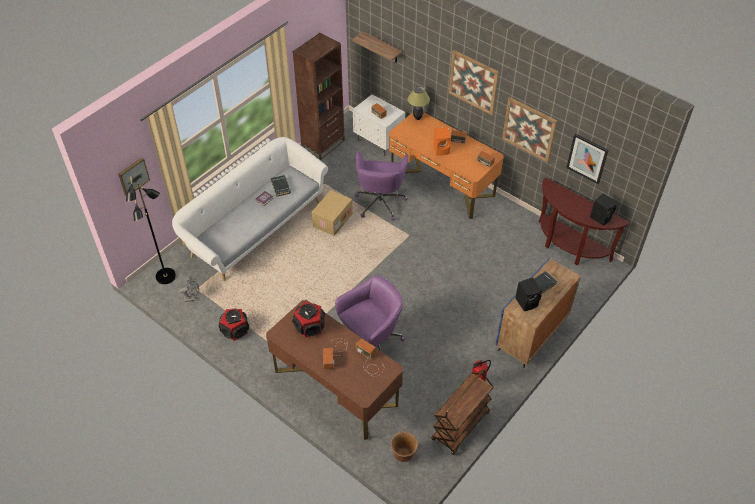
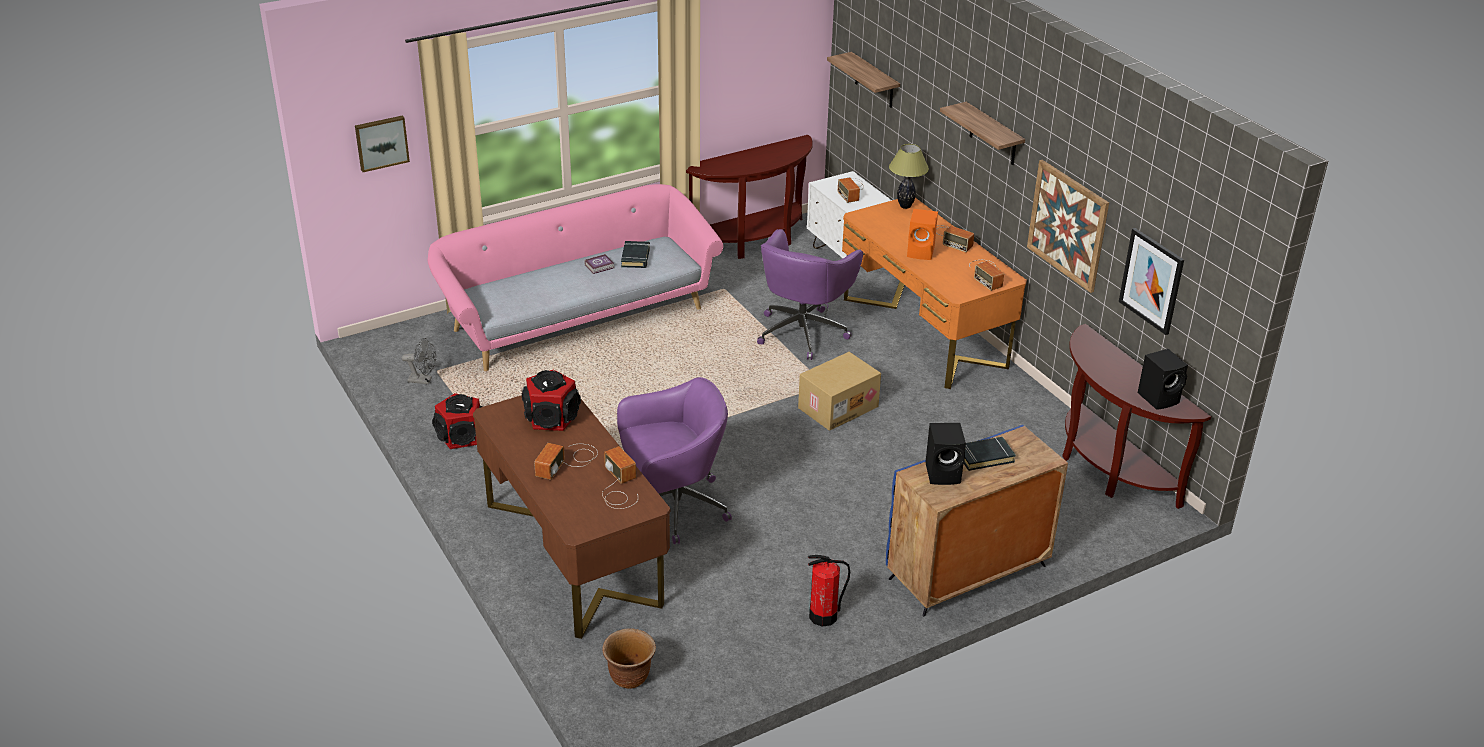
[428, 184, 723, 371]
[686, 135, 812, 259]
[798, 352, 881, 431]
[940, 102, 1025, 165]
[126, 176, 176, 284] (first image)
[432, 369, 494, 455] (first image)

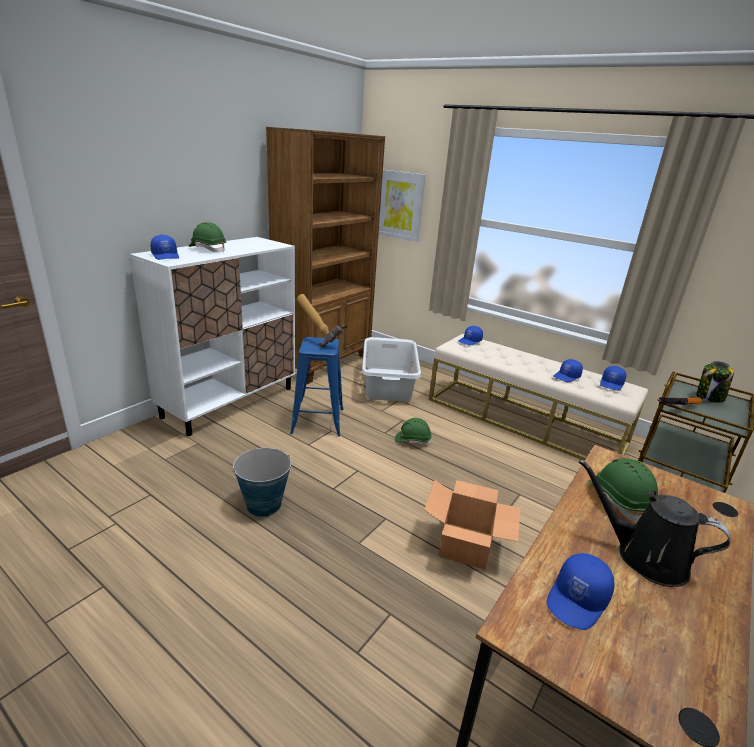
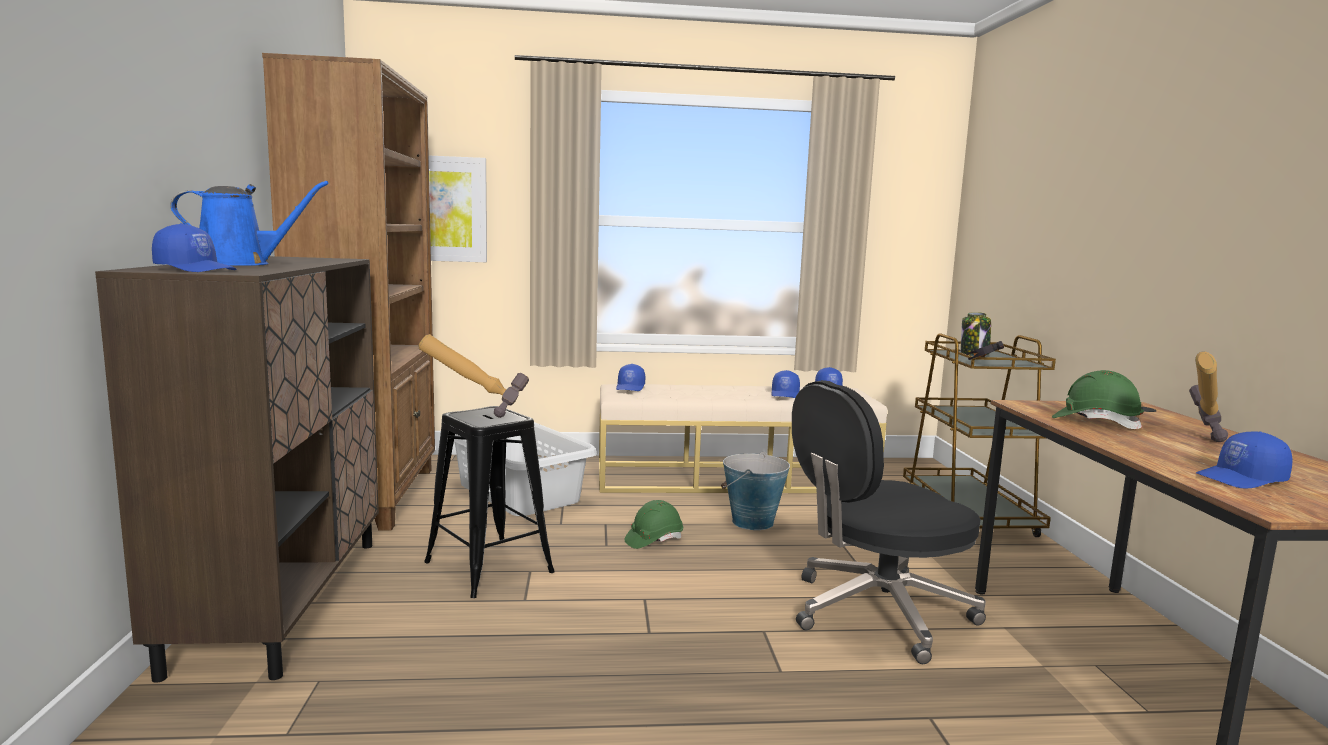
[95, 256, 379, 683]
[170, 181, 329, 266]
[424, 406, 555, 598]
[721, 452, 790, 530]
[792, 380, 986, 664]
[1189, 351, 1228, 442]
[1196, 431, 1292, 489]

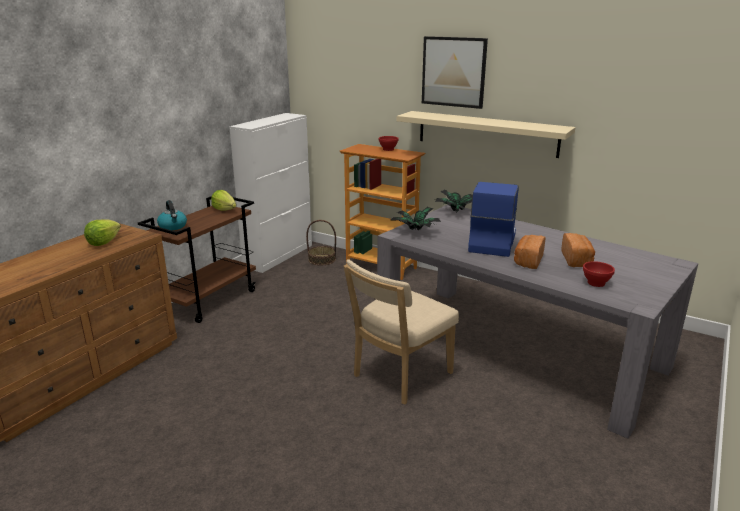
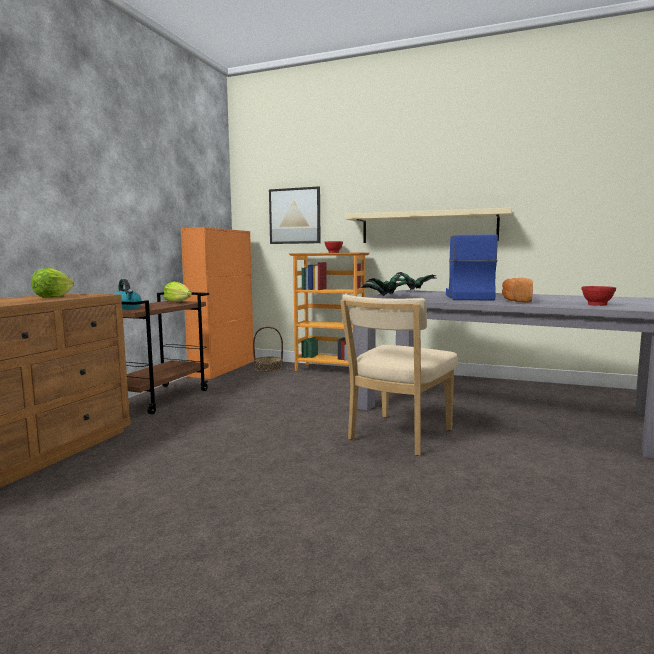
[181, 227, 254, 379]
[269, 186, 321, 244]
[561, 233, 595, 267] (first image)

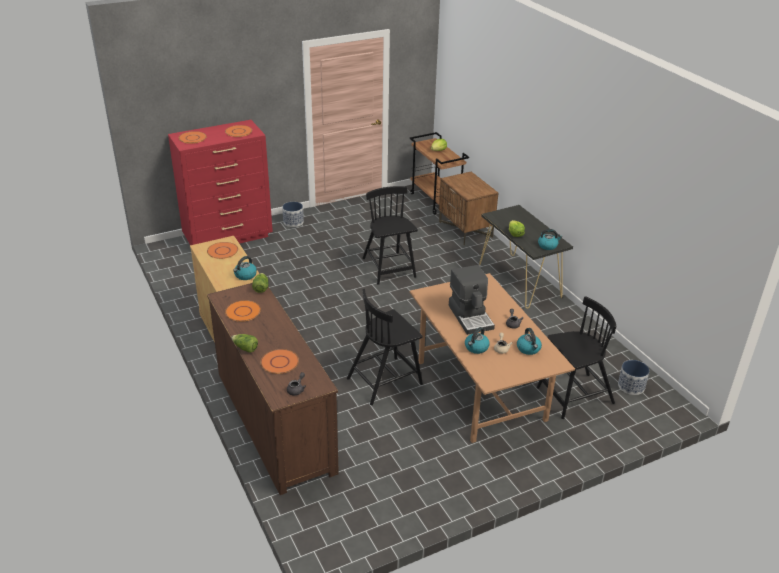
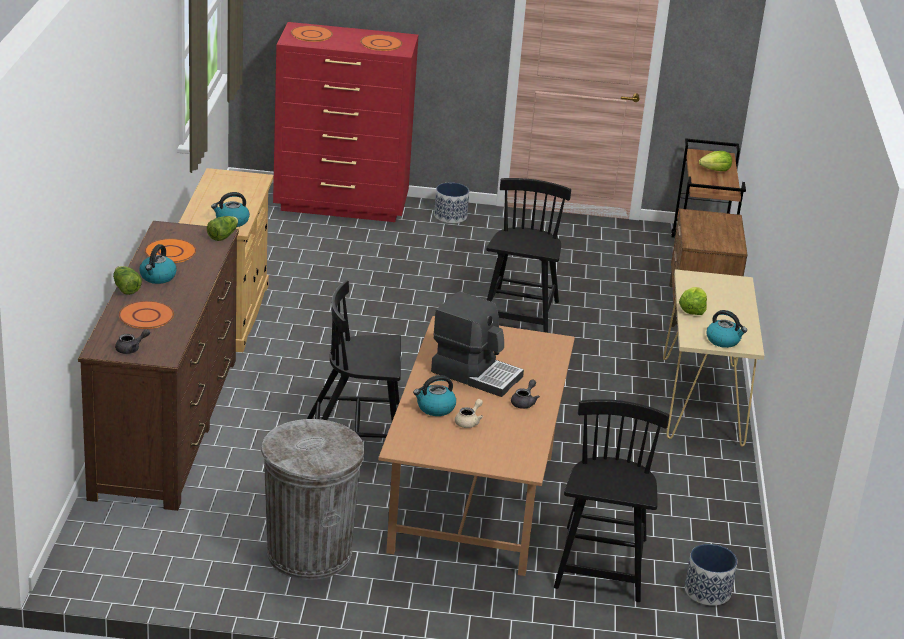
[139, 244, 177, 284]
[260, 419, 365, 580]
[431, 291, 524, 397]
[554, 399, 669, 602]
[663, 269, 764, 447]
[207, 242, 238, 259] (first image)

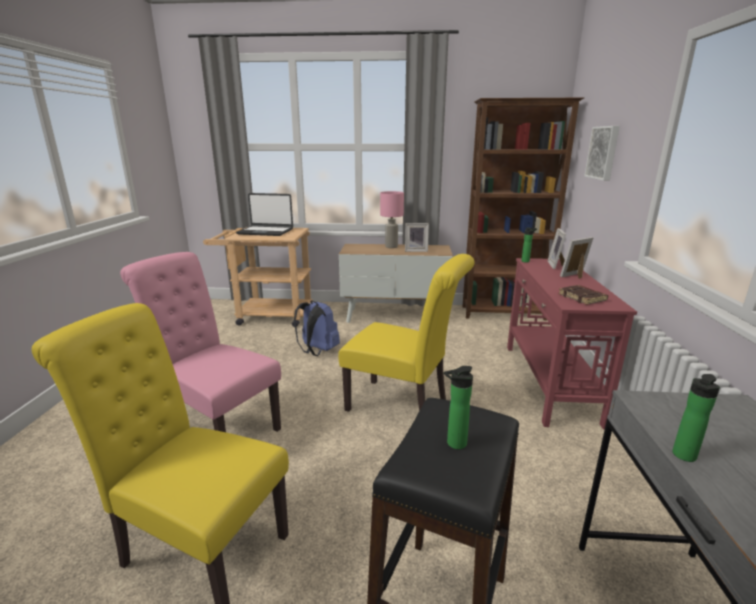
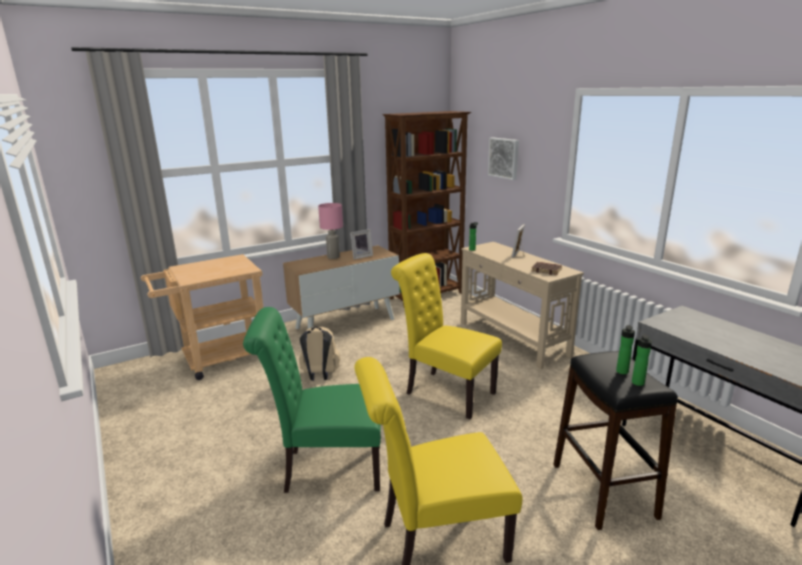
[243, 307, 381, 493]
[299, 327, 340, 381]
[391, 253, 502, 419]
[461, 242, 584, 369]
[632, 334, 652, 386]
[236, 193, 293, 236] (first image)
[548, 228, 566, 269] (first image)

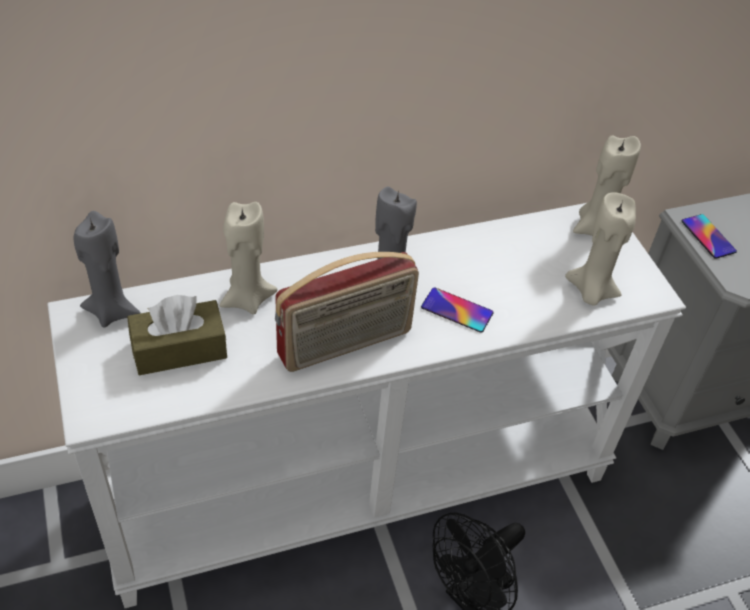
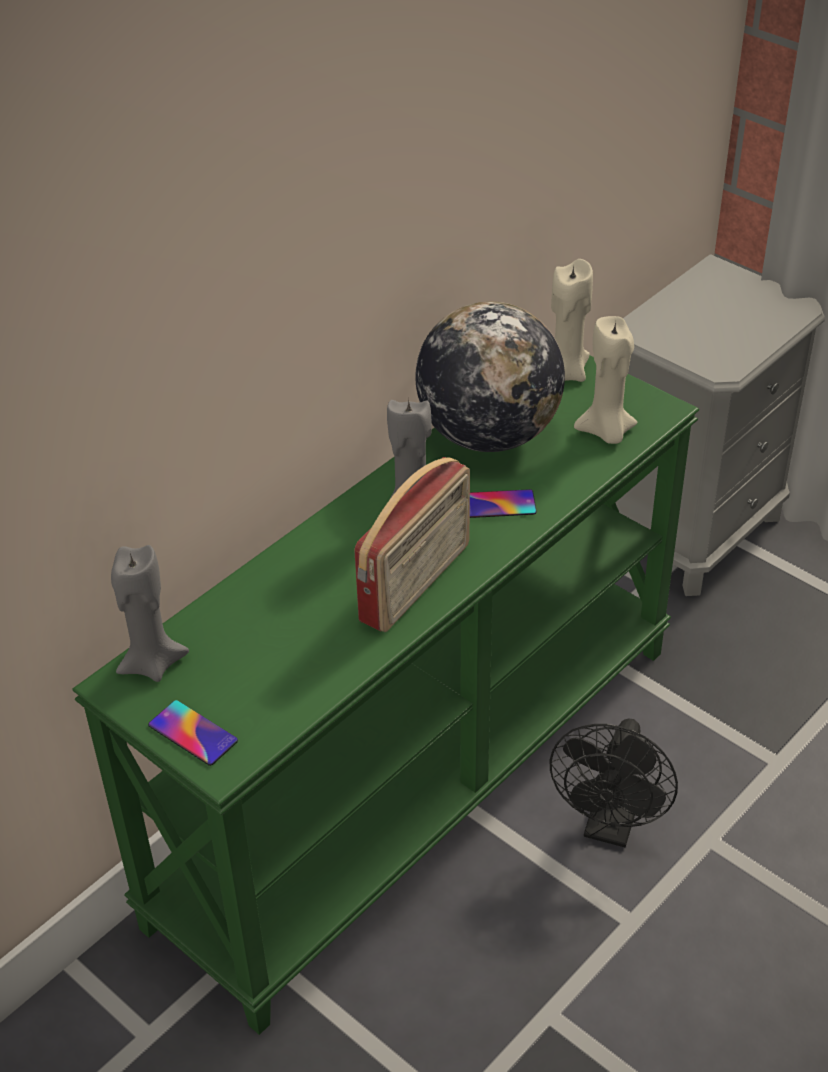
[72, 355, 699, 1035]
[148, 700, 238, 766]
[416, 301, 565, 452]
[127, 295, 227, 375] (first image)
[219, 202, 278, 315] (first image)

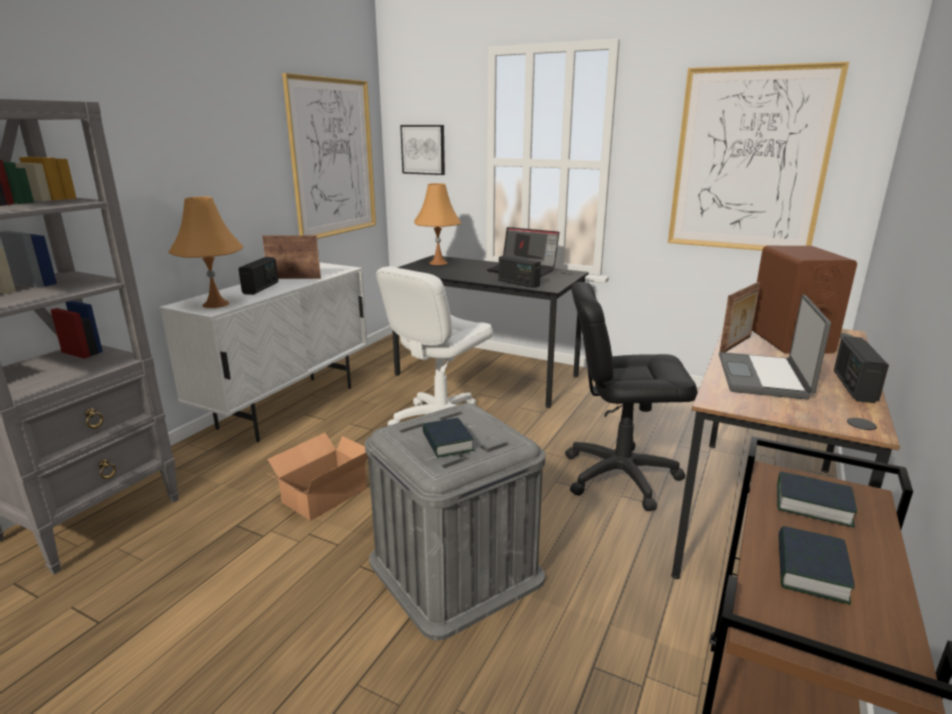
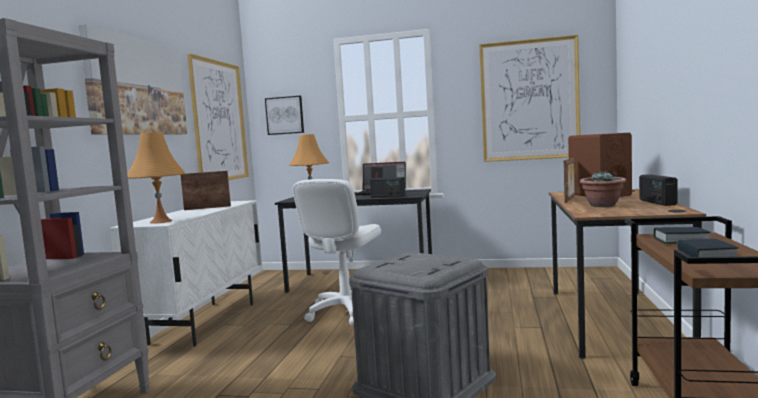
[78, 24, 187, 135]
[580, 171, 626, 207]
[238, 257, 278, 295] (first image)
[267, 433, 368, 521] (first image)
[423, 418, 474, 458] (first image)
[565, 282, 697, 511] (first image)

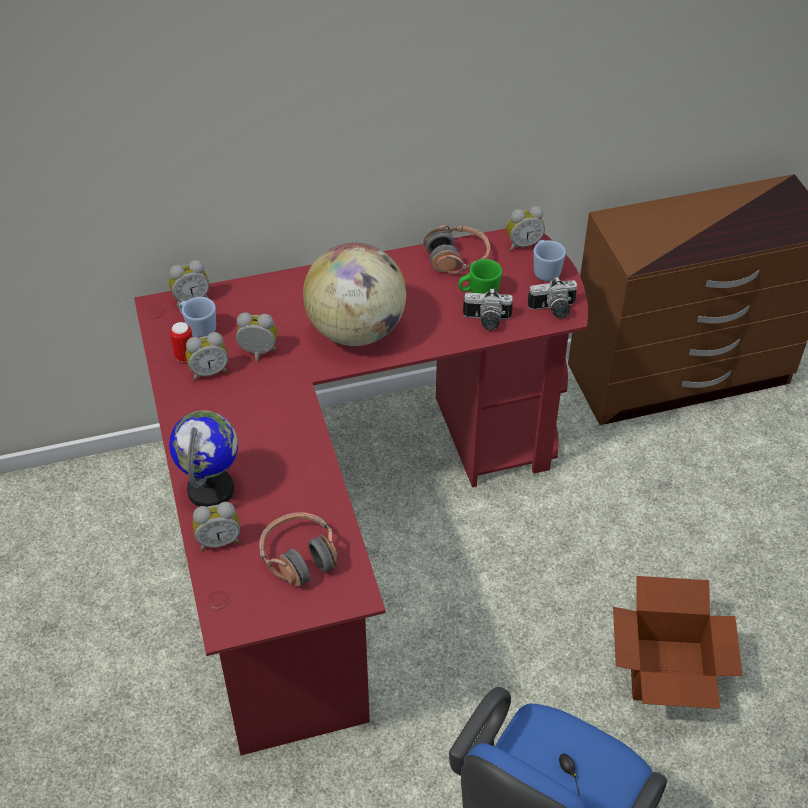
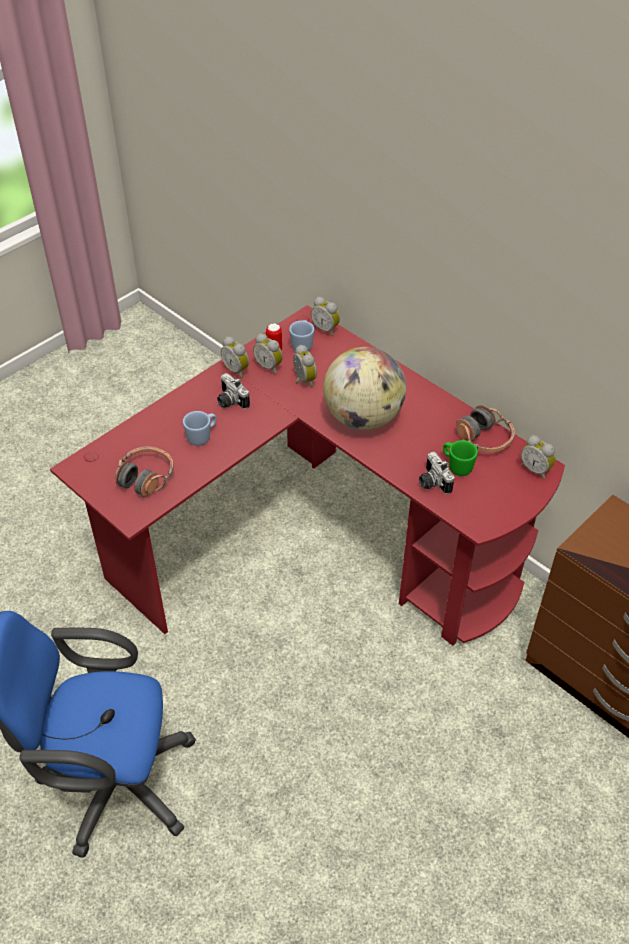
[183, 411, 216, 446]
[217, 373, 250, 409]
[221, 337, 249, 379]
[169, 410, 238, 507] (first image)
[613, 576, 743, 709] (first image)

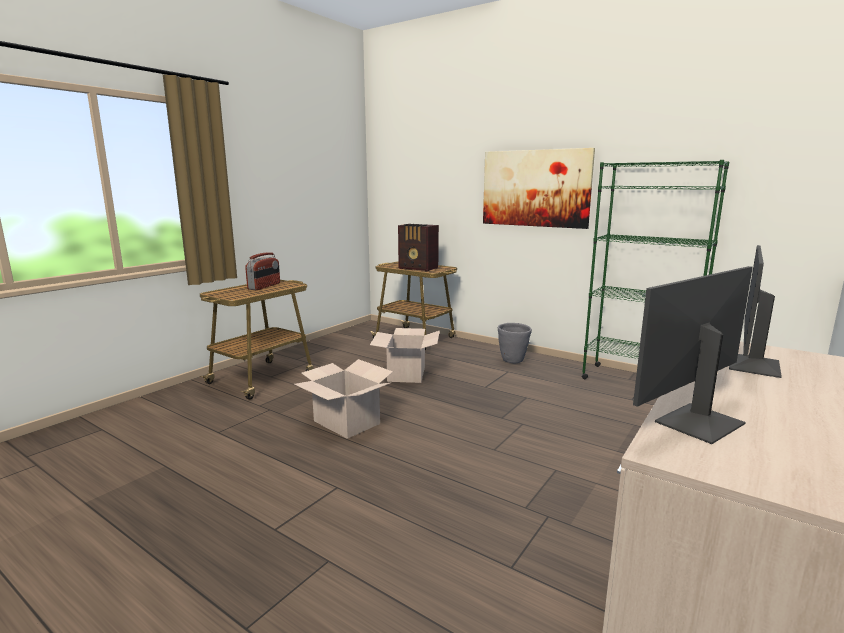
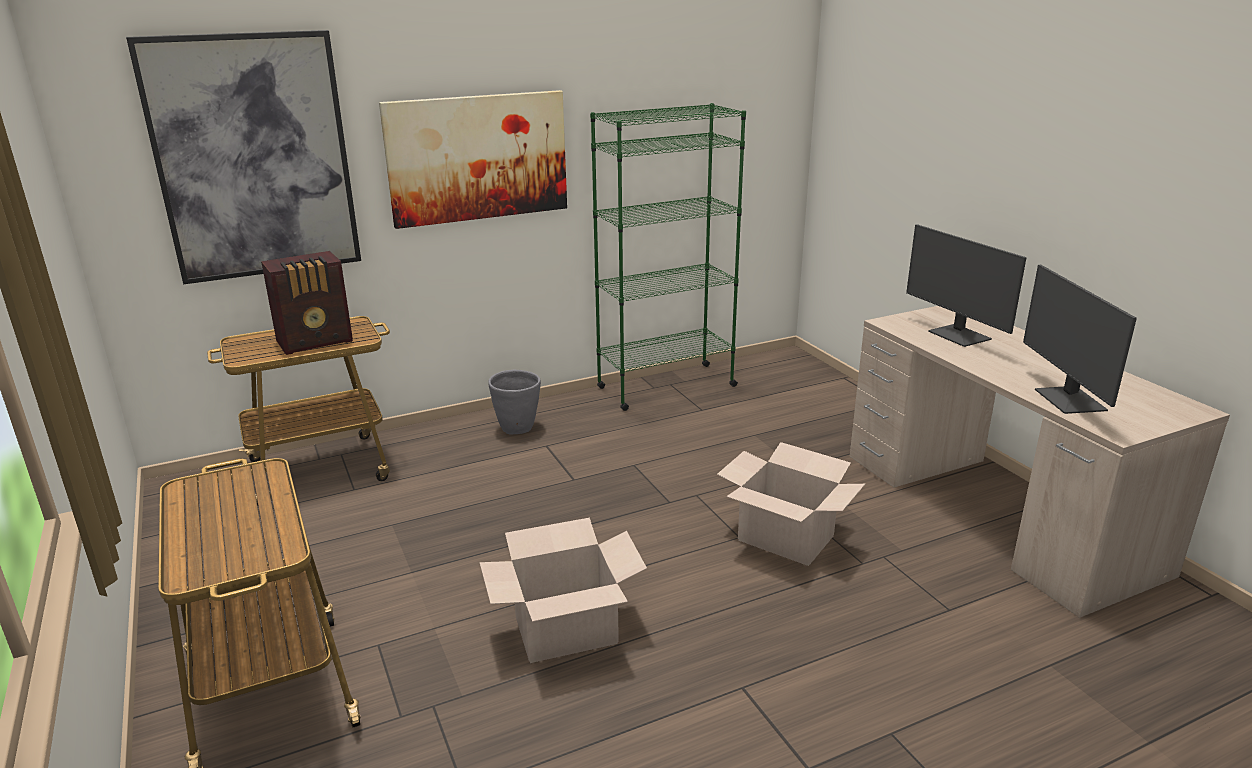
[126, 30, 361, 284]
[717, 442, 865, 566]
[245, 252, 280, 290] (first image)

